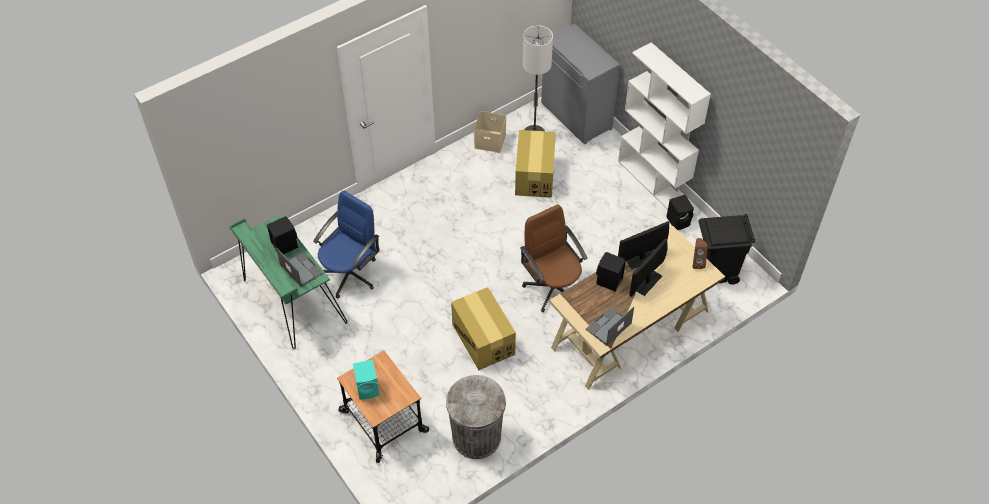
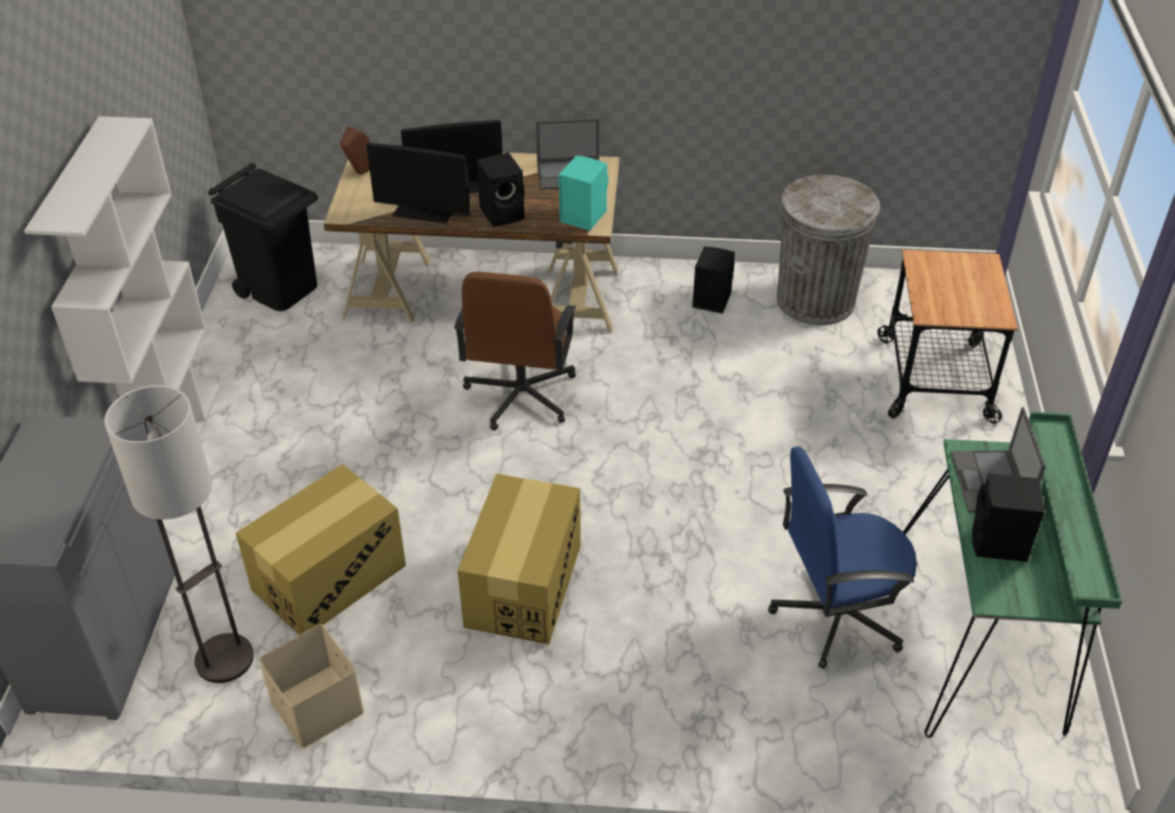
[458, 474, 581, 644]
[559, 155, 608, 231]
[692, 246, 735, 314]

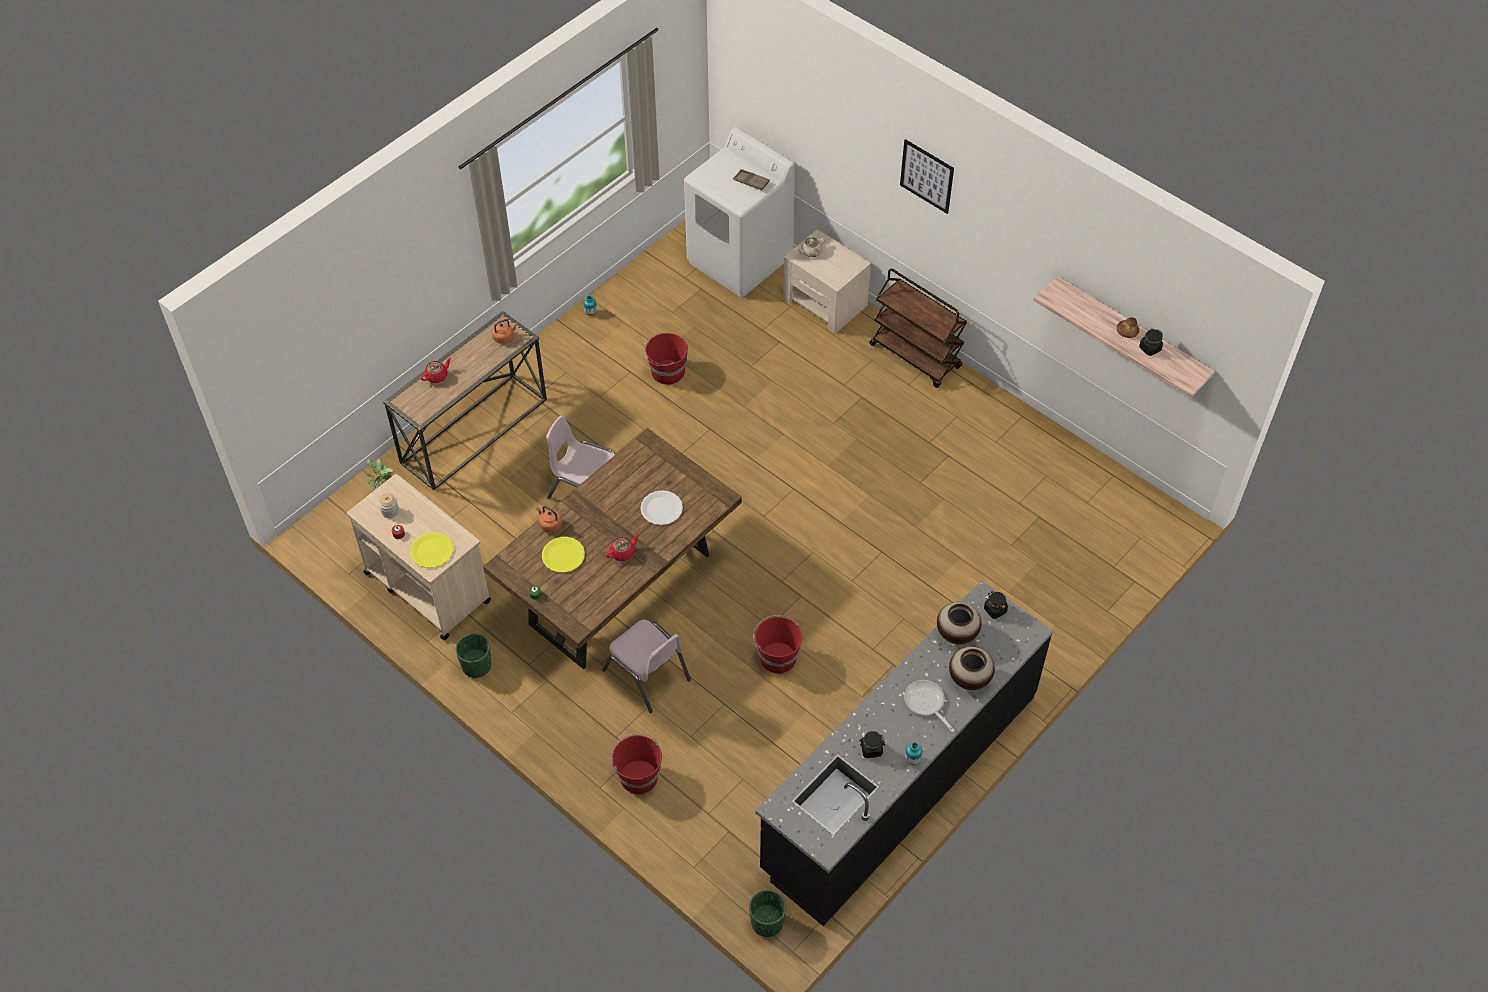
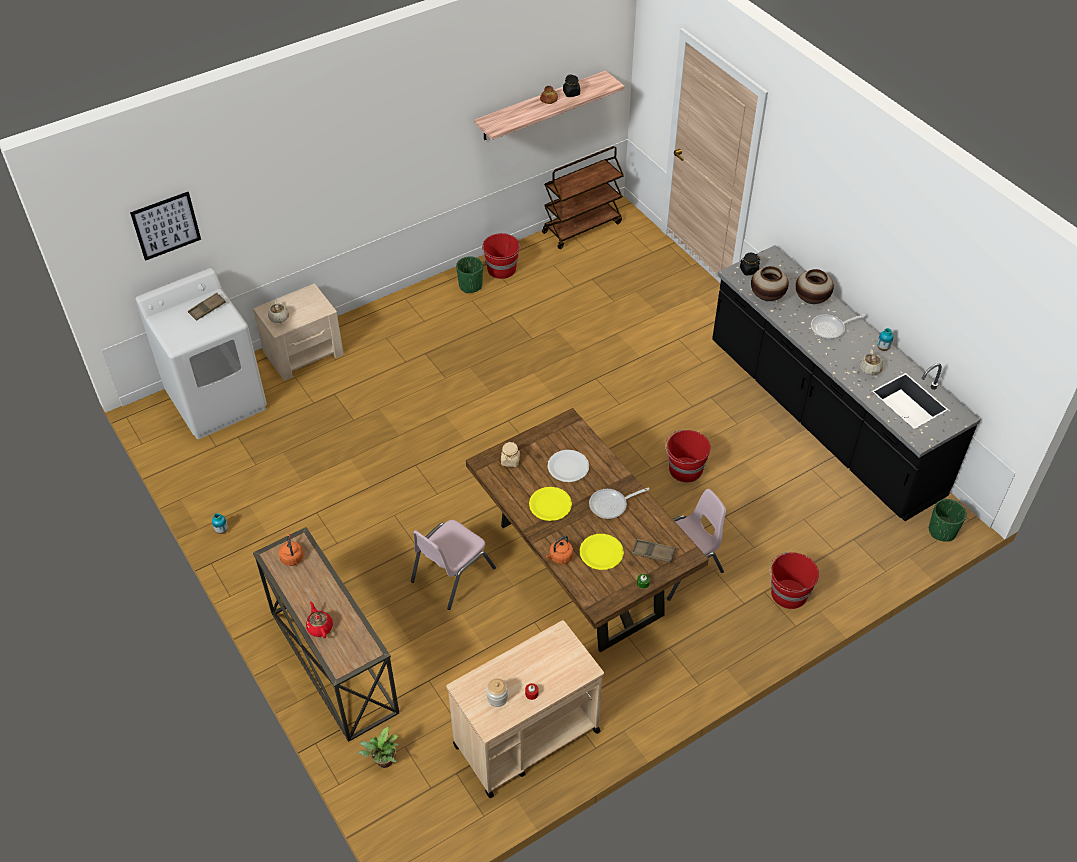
[130, 192, 201, 261]
[456, 257, 483, 293]
[482, 233, 520, 279]
[501, 441, 520, 467]
[529, 487, 572, 521]
[542, 146, 624, 249]
[589, 488, 649, 519]
[631, 539, 676, 563]
[859, 349, 883, 376]

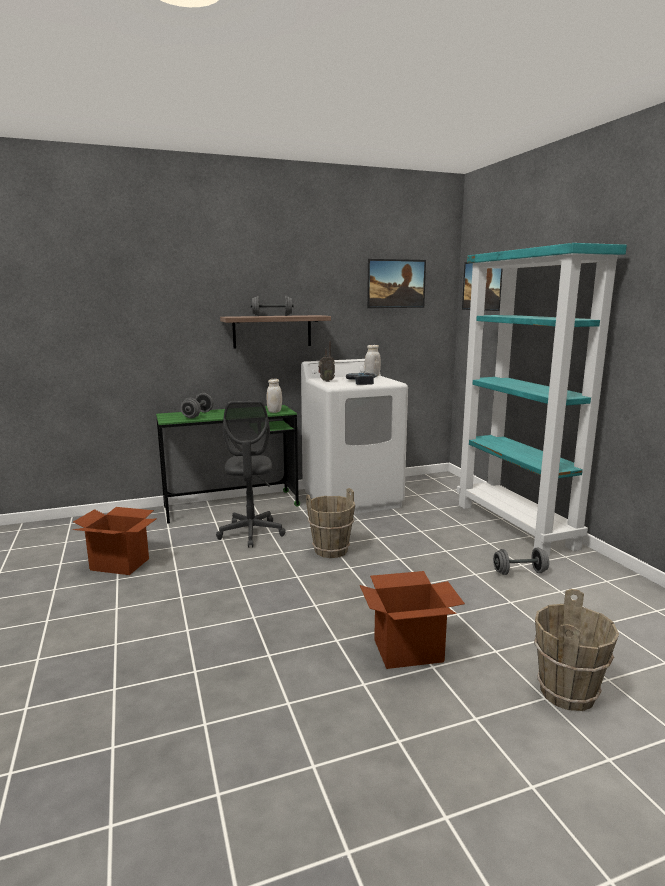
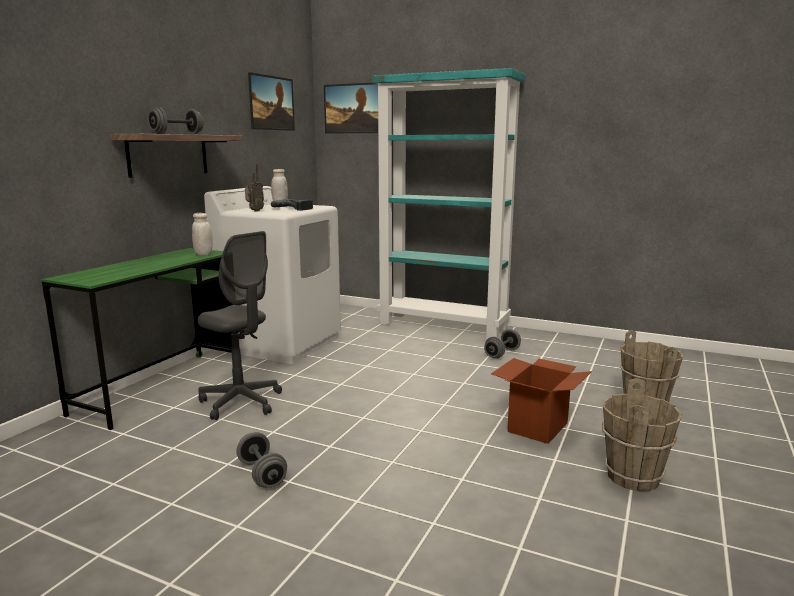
[236, 432, 287, 488]
[602, 378, 682, 491]
[73, 507, 156, 575] (first image)

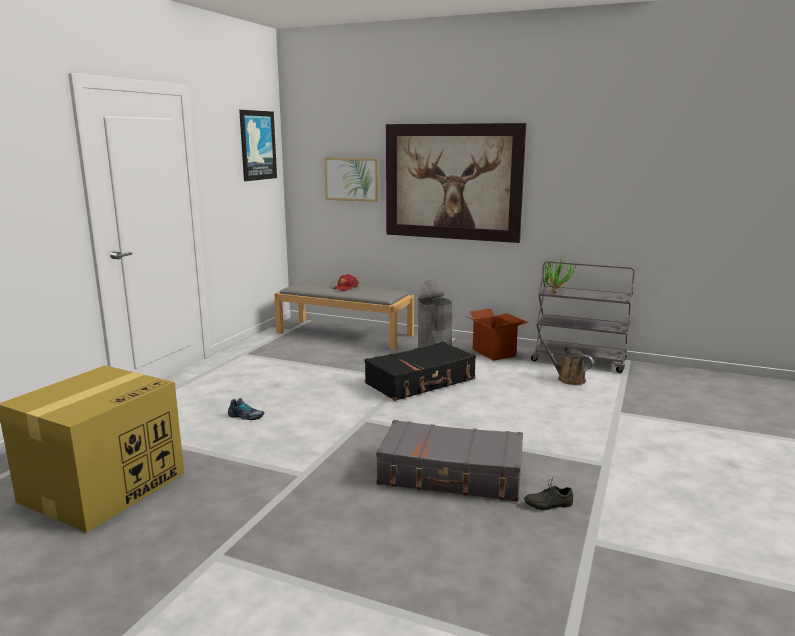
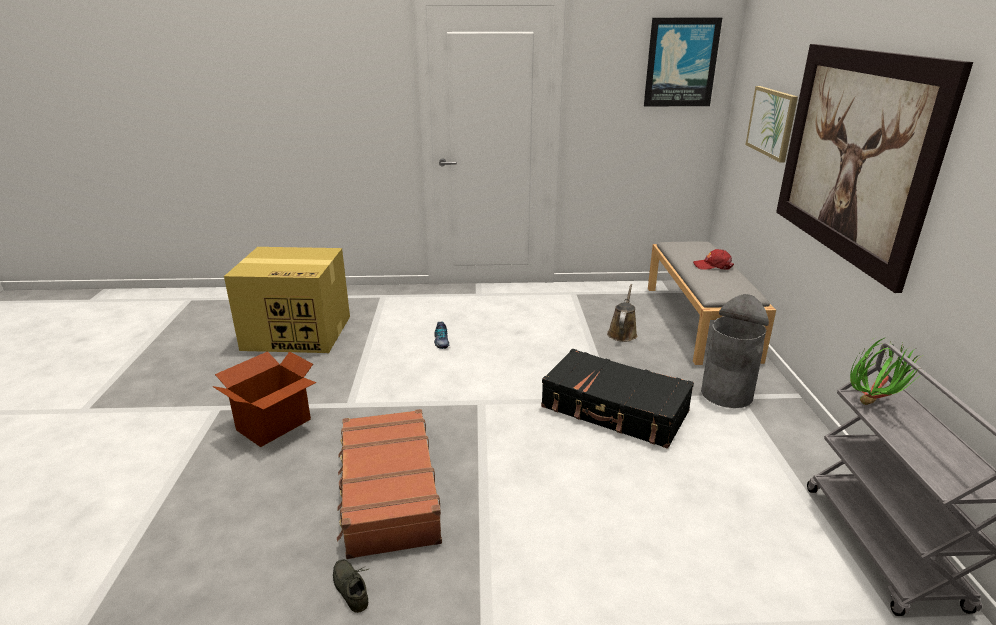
[212, 351, 316, 447]
[337, 409, 442, 559]
[607, 284, 637, 342]

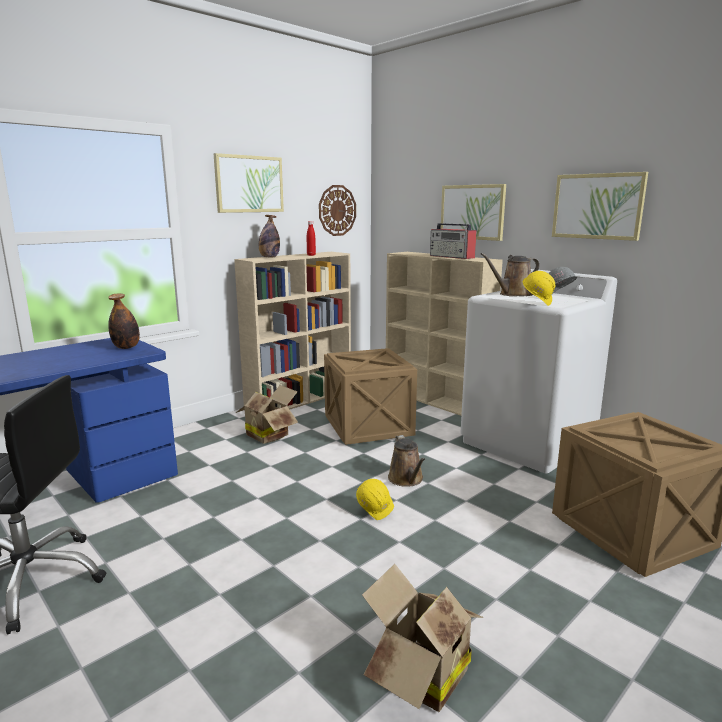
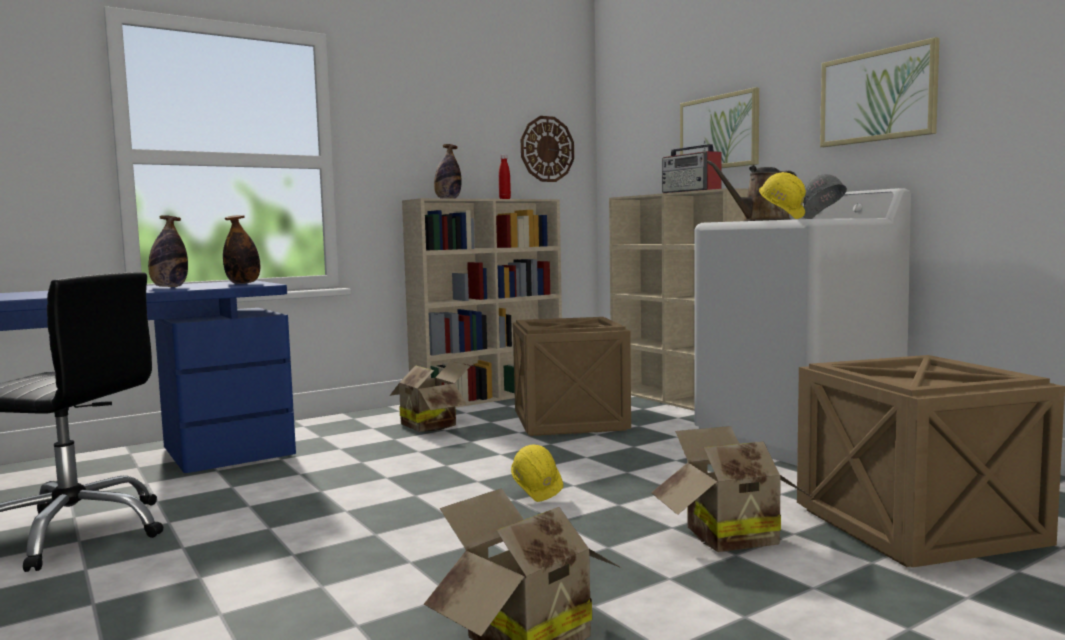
[148, 215, 188, 287]
[651, 426, 815, 552]
[214, 153, 284, 213] (first image)
[388, 435, 425, 487] (first image)

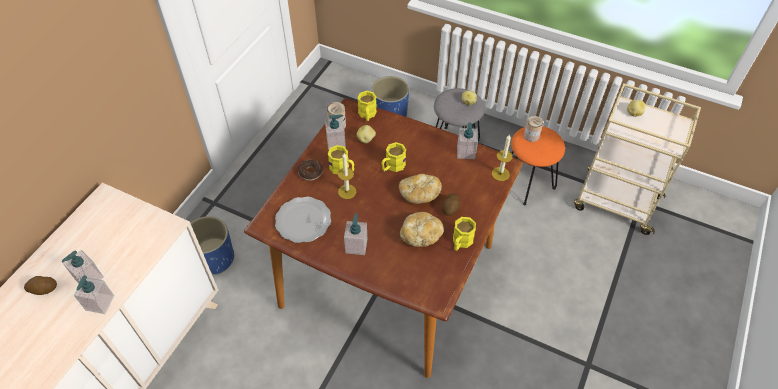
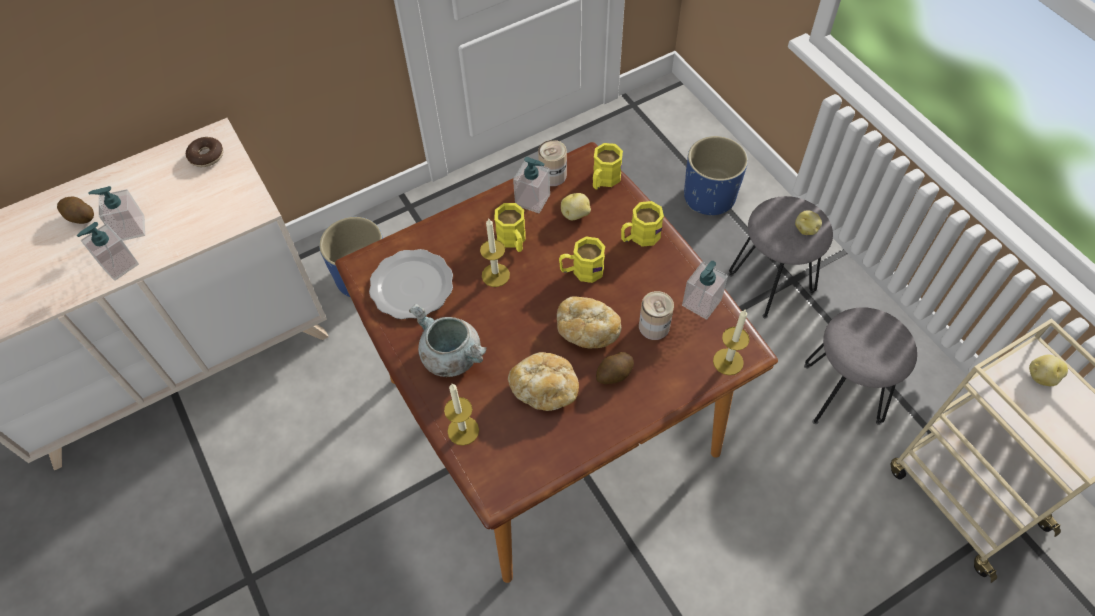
[186, 137, 223, 167]
[409, 304, 487, 377]
[444, 384, 479, 446]
[621, 201, 664, 247]
[639, 291, 674, 340]
[804, 307, 917, 425]

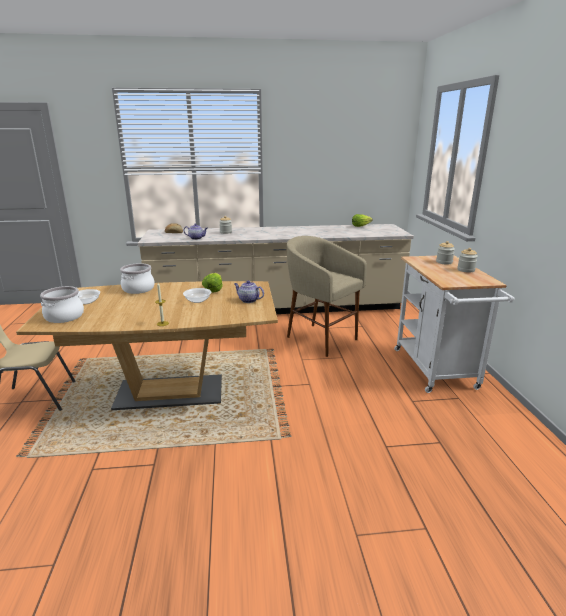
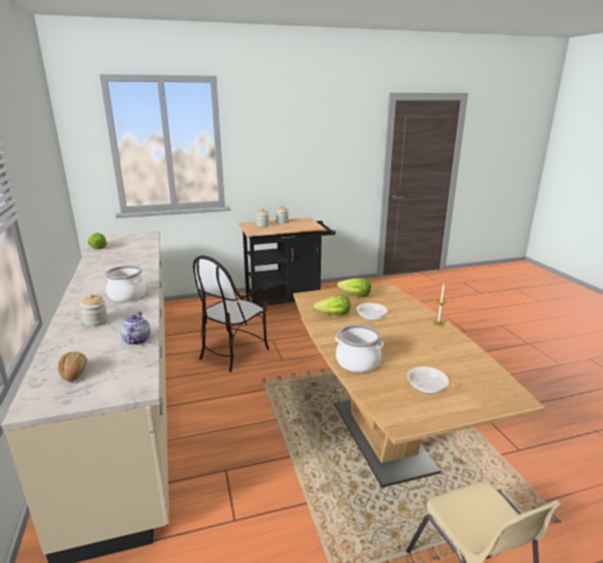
[105, 265, 146, 302]
[193, 255, 269, 372]
[239, 217, 336, 306]
[337, 278, 371, 297]

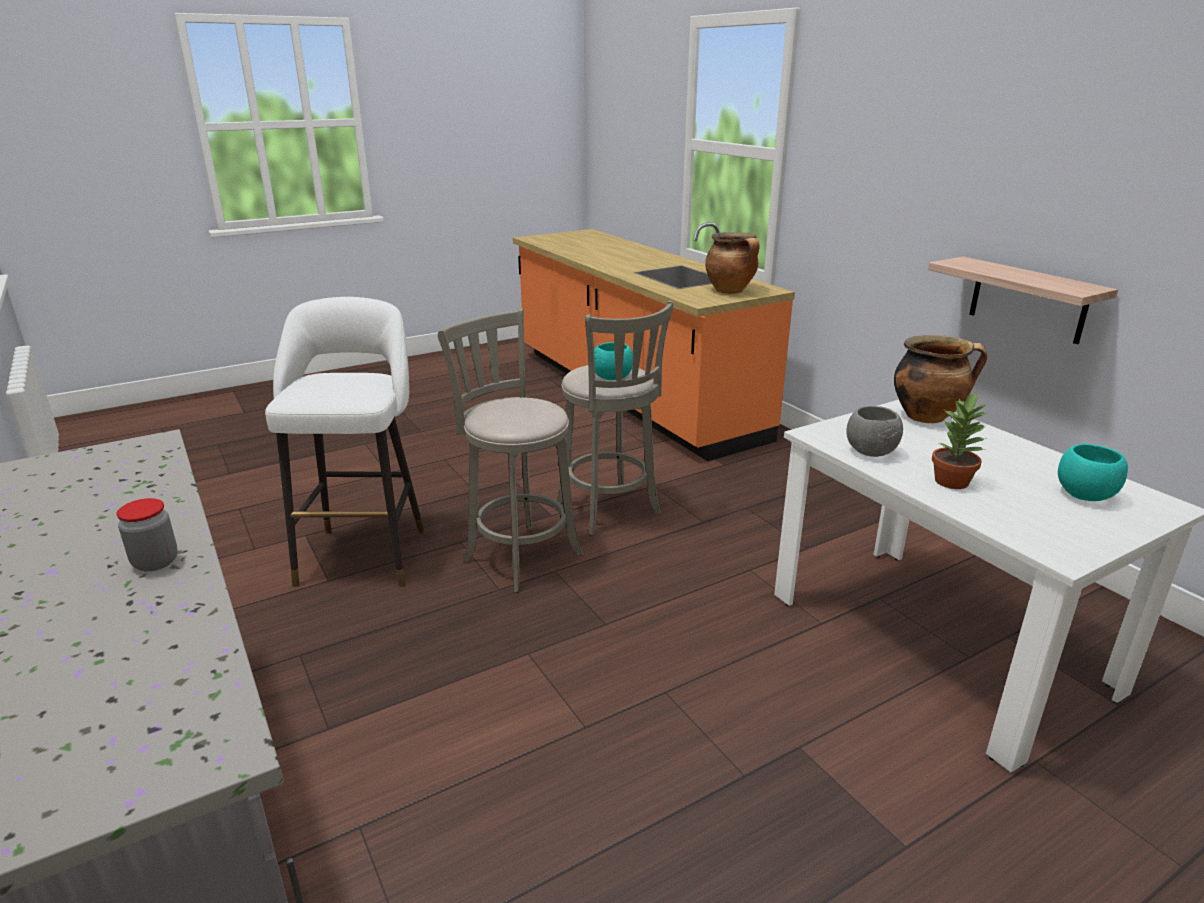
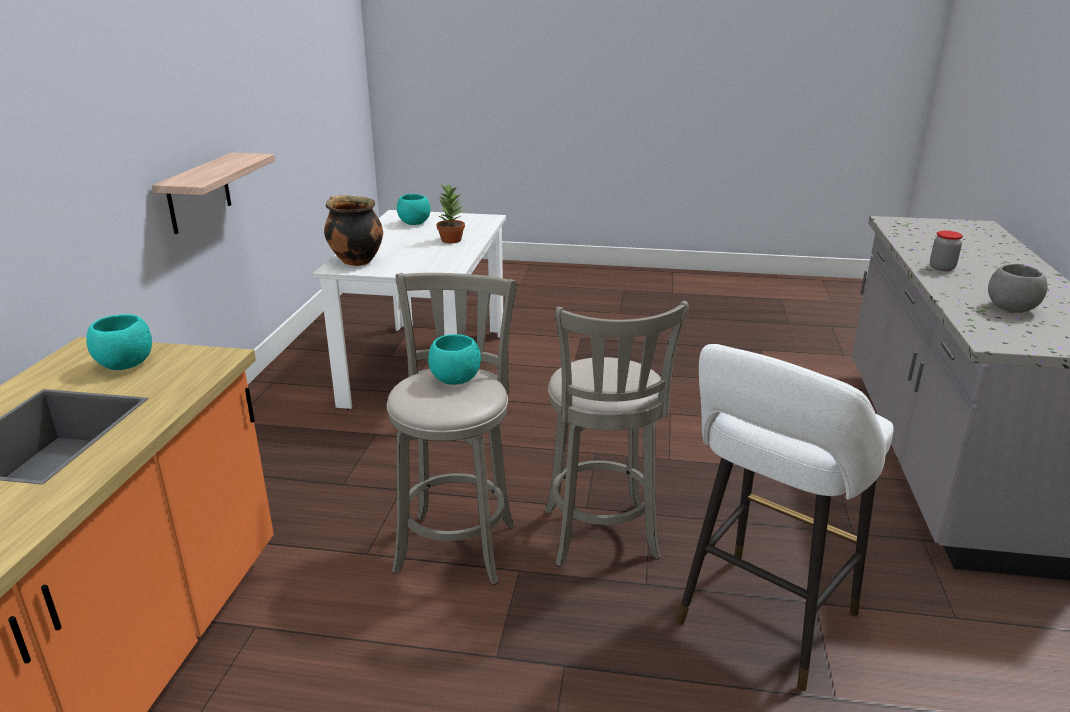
[86, 314, 152, 370]
[988, 264, 1048, 313]

